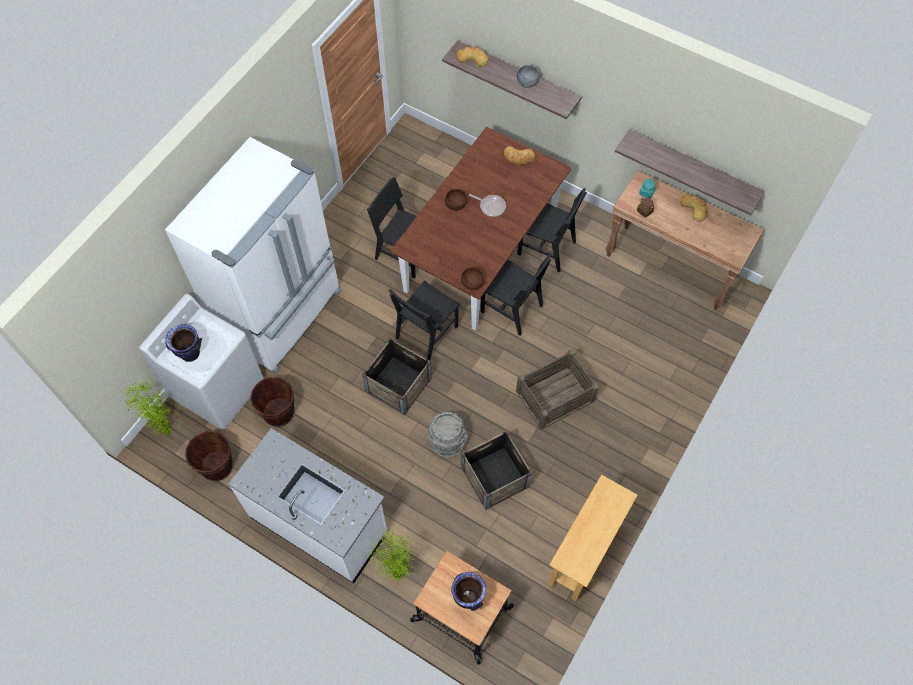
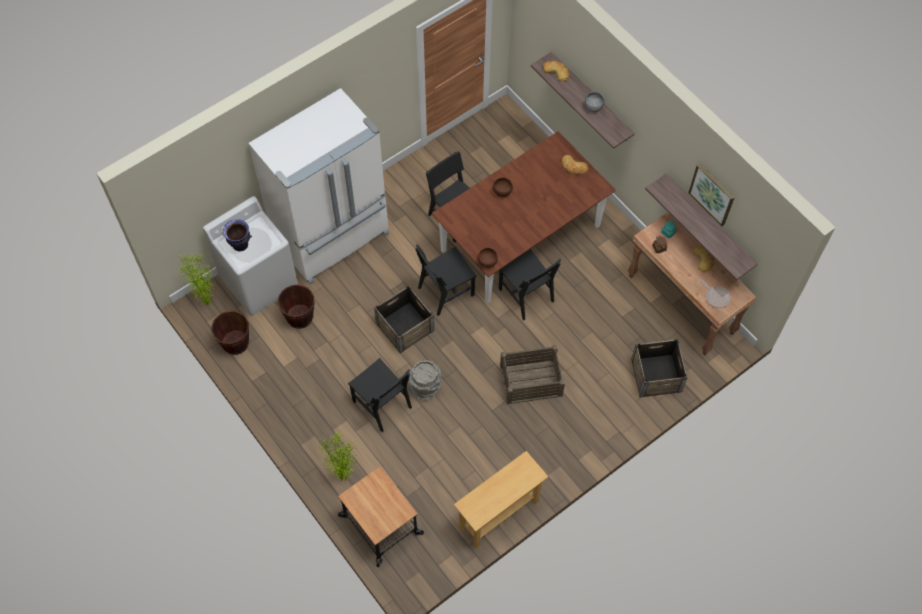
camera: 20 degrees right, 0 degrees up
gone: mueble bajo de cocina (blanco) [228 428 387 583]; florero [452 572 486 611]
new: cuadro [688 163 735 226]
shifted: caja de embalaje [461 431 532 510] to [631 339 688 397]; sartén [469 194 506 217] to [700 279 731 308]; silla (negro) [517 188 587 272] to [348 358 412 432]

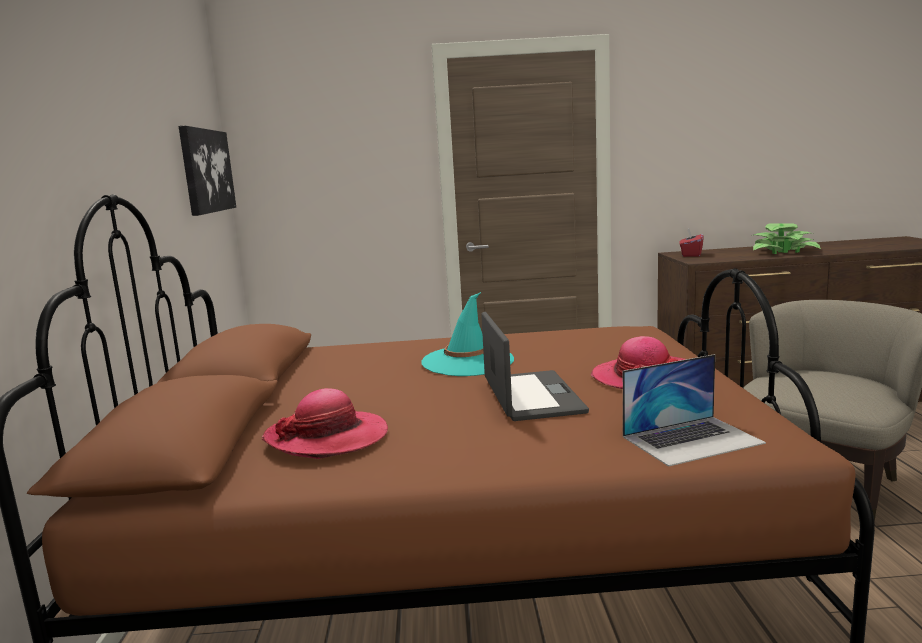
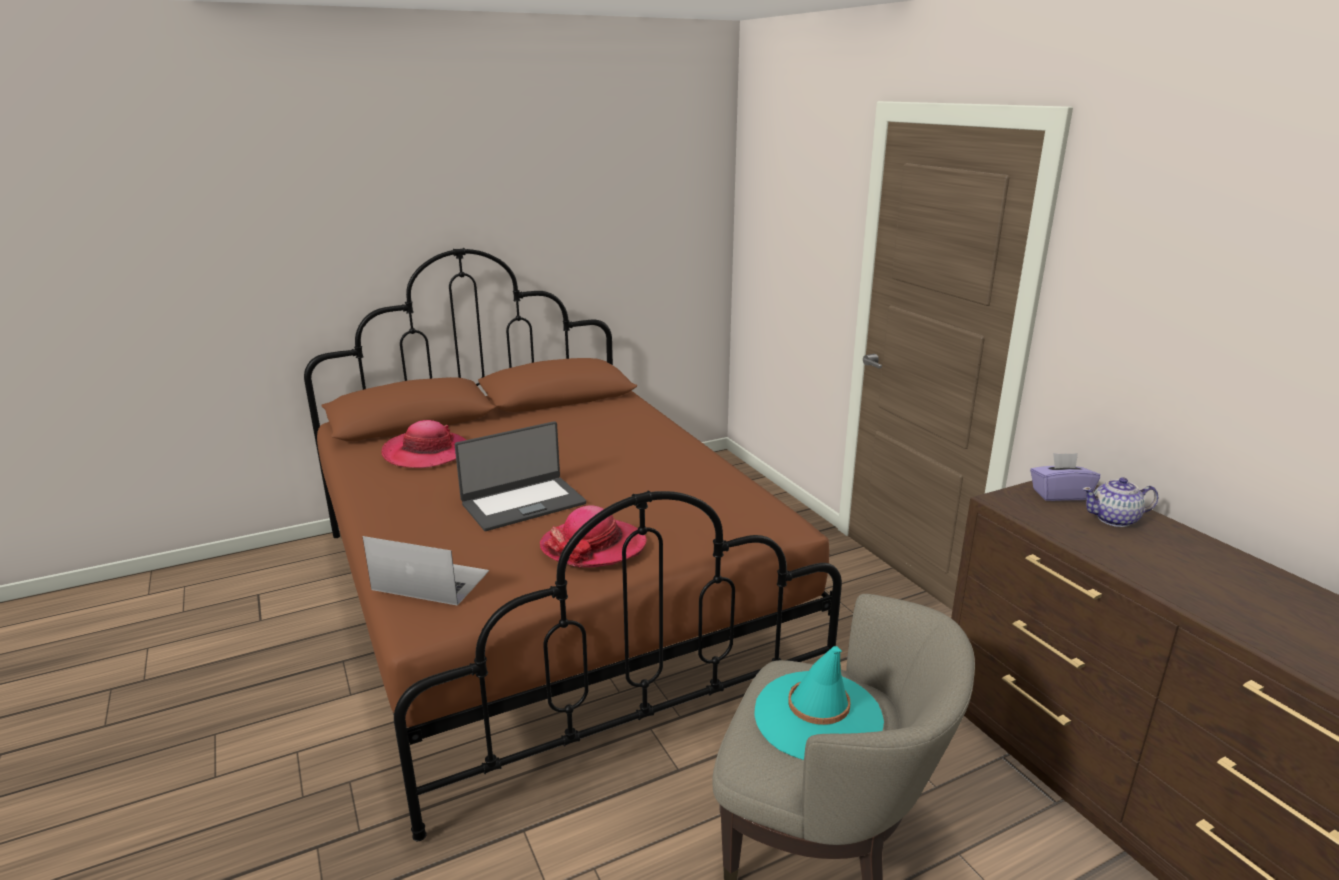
camera: 65 degrees right, 10 degrees up
gone: cuadro [179 126 236 216]; planta en maceta [753 223 821 254]
new: tetera [1082 477 1158 527]
shifted: sombrero (turquesa) [421 292 514 376] to [754 646 884 760]
repainted: caja de pañuelos (rojo) [679 229 704 257] to caja de pañuelos (morado) [1030 453 1100 501]
rotated: portátil [623 354 766 467] = [363 536 489 606] 150 degrees clockwise

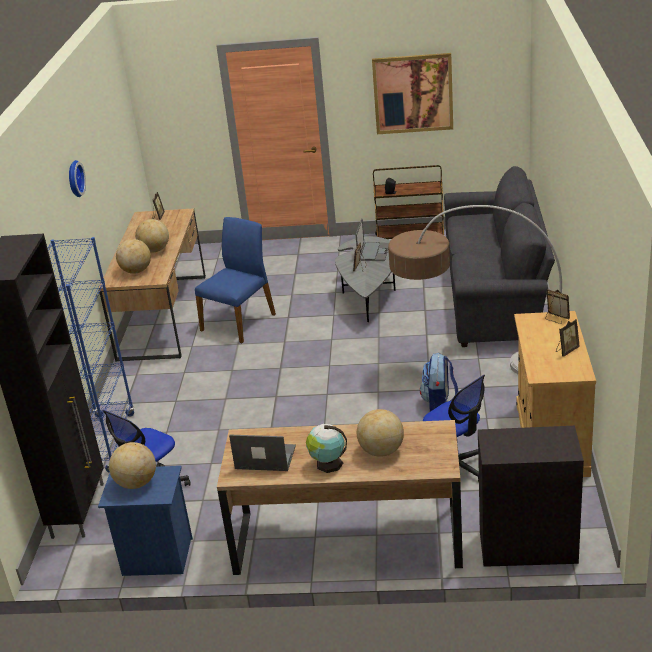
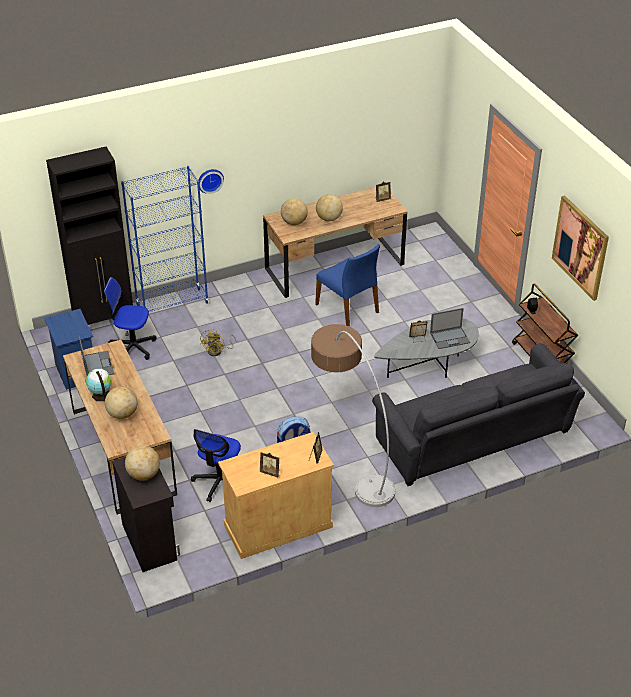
camera: 60 degrees right, 10 degrees up
new: ventilador (amarillo) [200 329 236 356]
shifted: reloj de pared [69 160 86 197] to [198 169 224 194]; globo terráqueo [109 442 156 489] to [125 446 160 480]
rotated: silla (azul) [195 217 276 343] = [315 244 380 327] 45 degrees clockwise

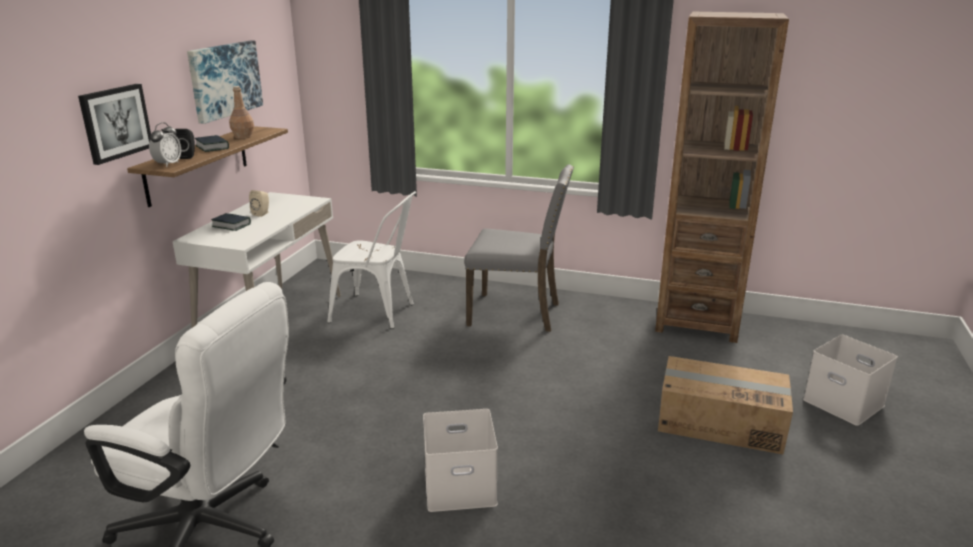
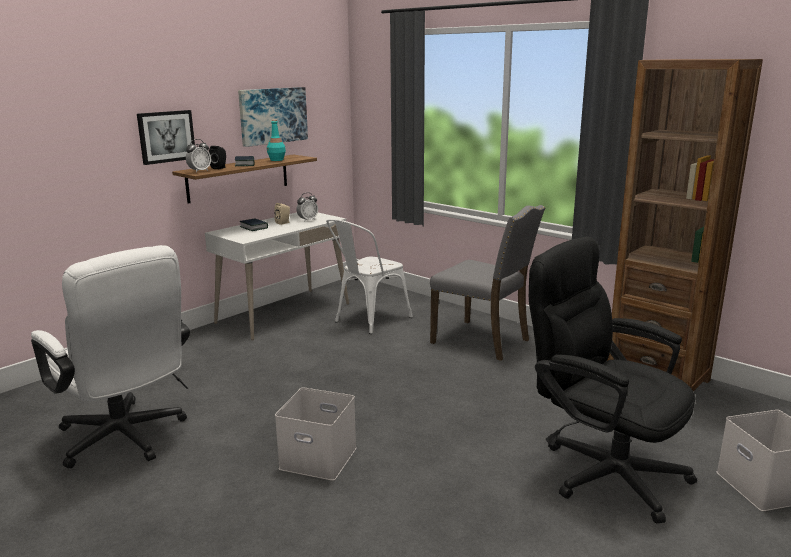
camera: 25 degrees right, 5 degrees down
new: despertador [297 193 318 222]
swapped: caja de cartón [658 356 793 454] to silla de oficina (negro) [529 236 697 523]
repainted: botella (marrón) [229 86 254 139] to botella (turquesa) [267 120 286 161]
rotated: silla (blanco) [327 191 416 329] = [326 219 413 334] 90 degrees clockwise

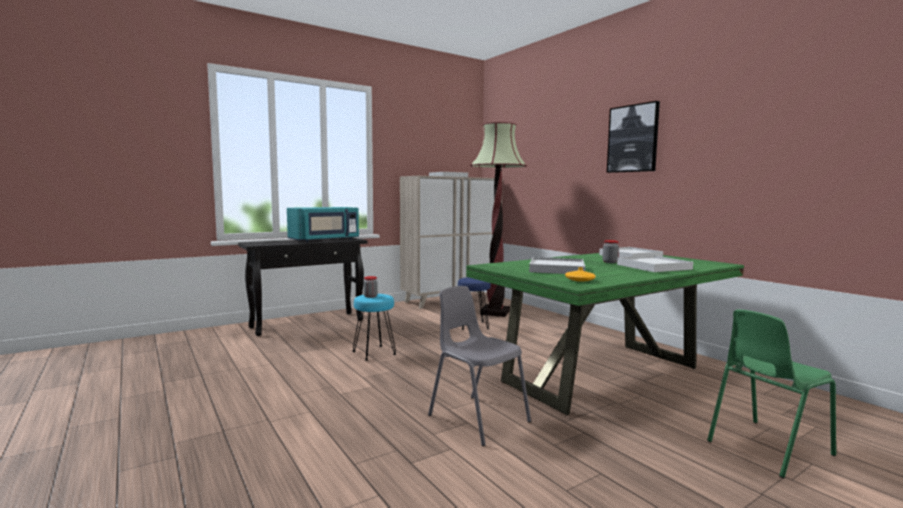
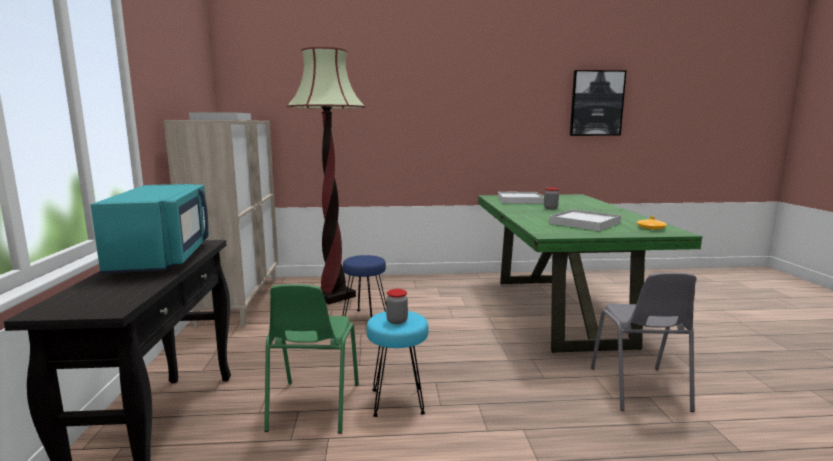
camera: 60 degrees left, 5 degrees up
gone: bandeja (blanco) [617 255 693 272]
shifted: cuadro [607 101 660 173] to [570 70 626 136]; silla (verde) [707 309 836 478] to [264 284 359 433]
rotated: silla (gris) [428 286 531 446] = [591 272 697 412] 75 degrees counterclockwise

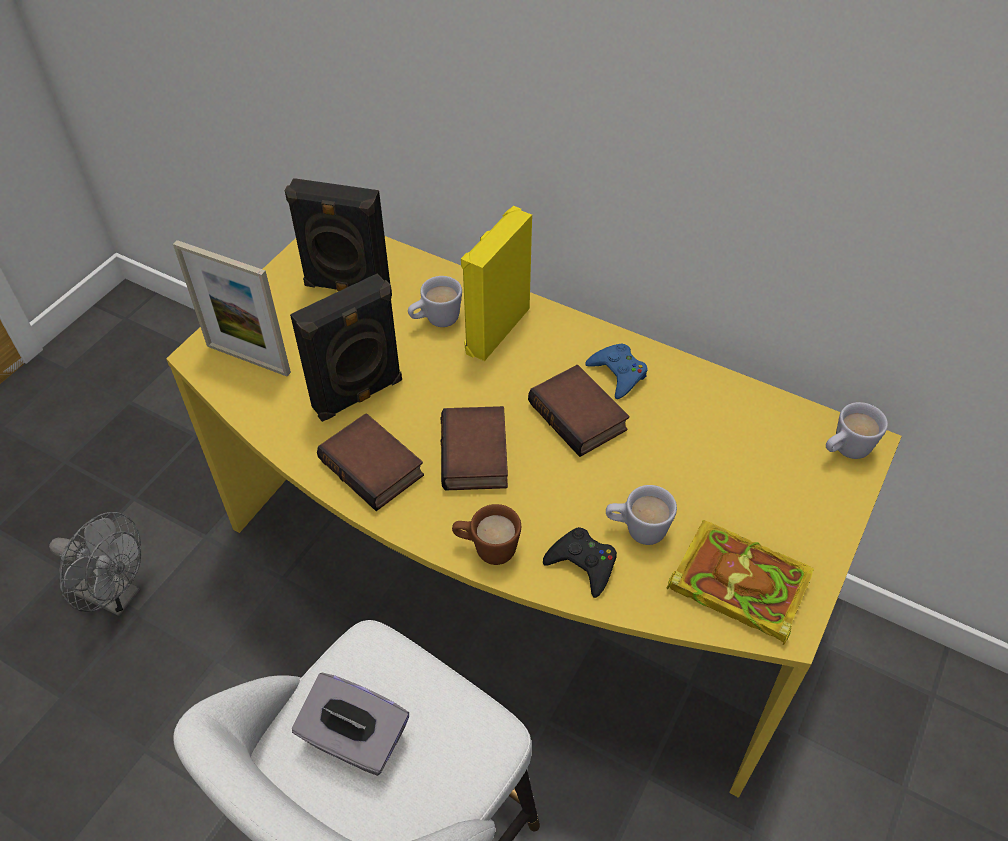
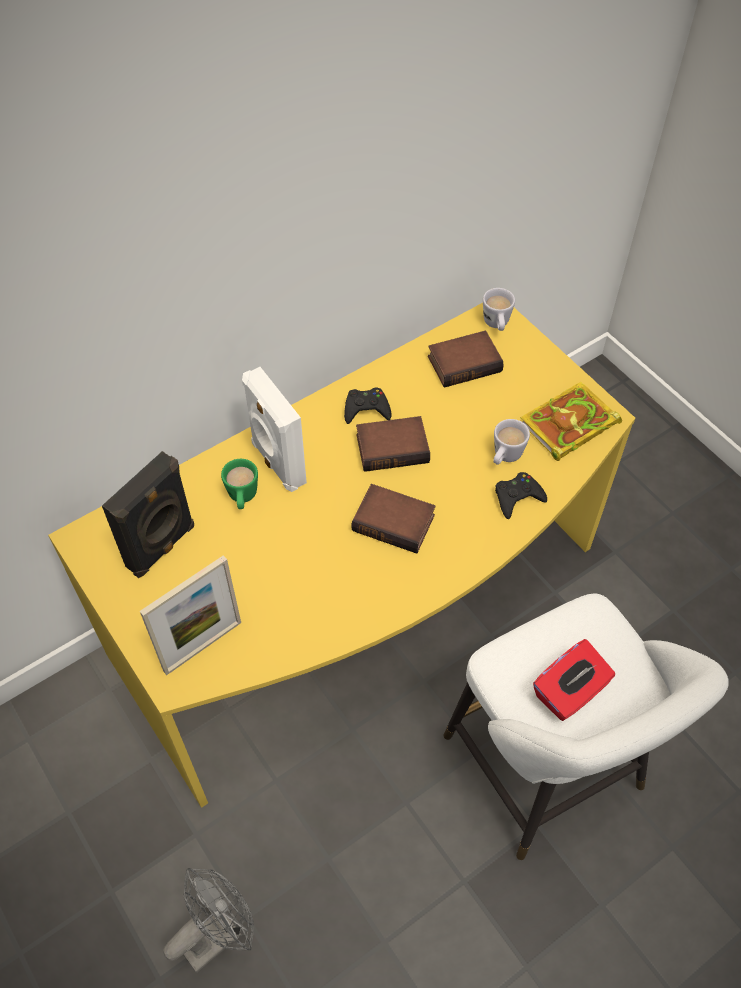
camera: 65 degrees left, 5 degrees up
gone: altavoz (negro) [290 273 402 422]; taza grande (marrón) [452 504 521 565]
shifted: libro [317 413 424 511] to [428 331 503 388]
repainted: caja de pañuelos (gris) [292 673 409 776] to caja de pañuelos (rojo) [533 639 615 721]; taza grande (blanco) [408 276 462 327] to taza grande (verde) [221 459 258 509]; altavoz (amarillo) [461 206 532 361] to altavoz (blanco) [242 367 307 492]; mando de consola (azul) [585 344 648 399] to mando de consola (negro) [344 388 391 424]

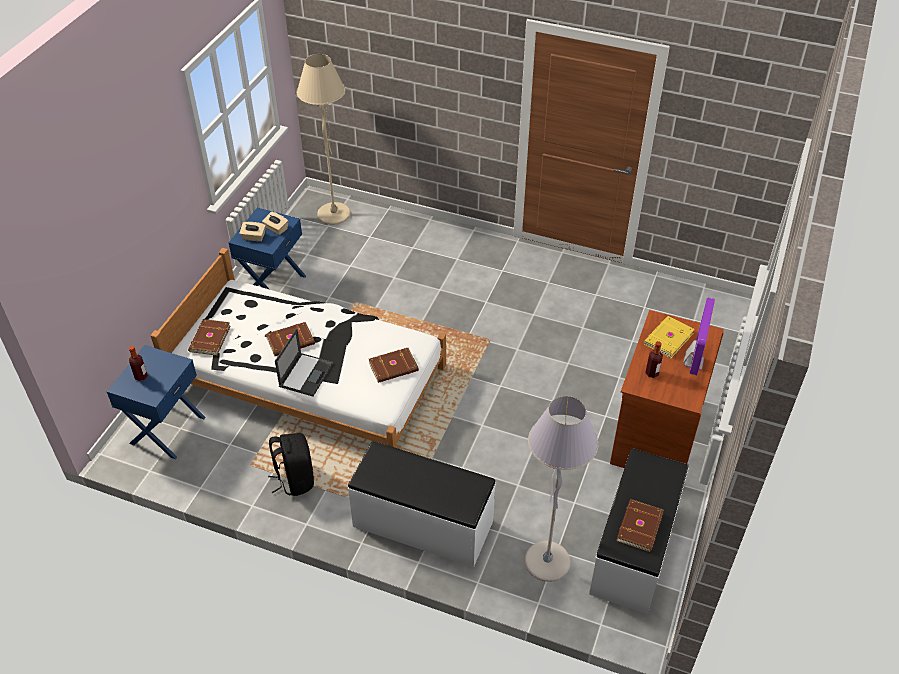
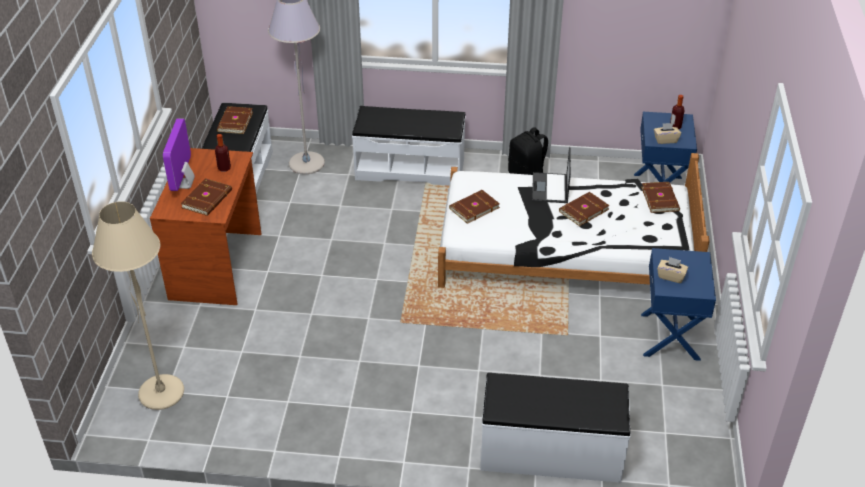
camera: 165 degrees right, 5 degrees down
new: banco (blanco) [481 373 630 483]
shifted: caja de pañuelos (beis) [239 222 266 241] to [654 123 681 144]; lámpara de pie (beis) [297 54 351 225] to [92 201 184 410]
repainted: libro (amarillo) [644 316 695 359] to libro (marrón) [181 178 232 216]

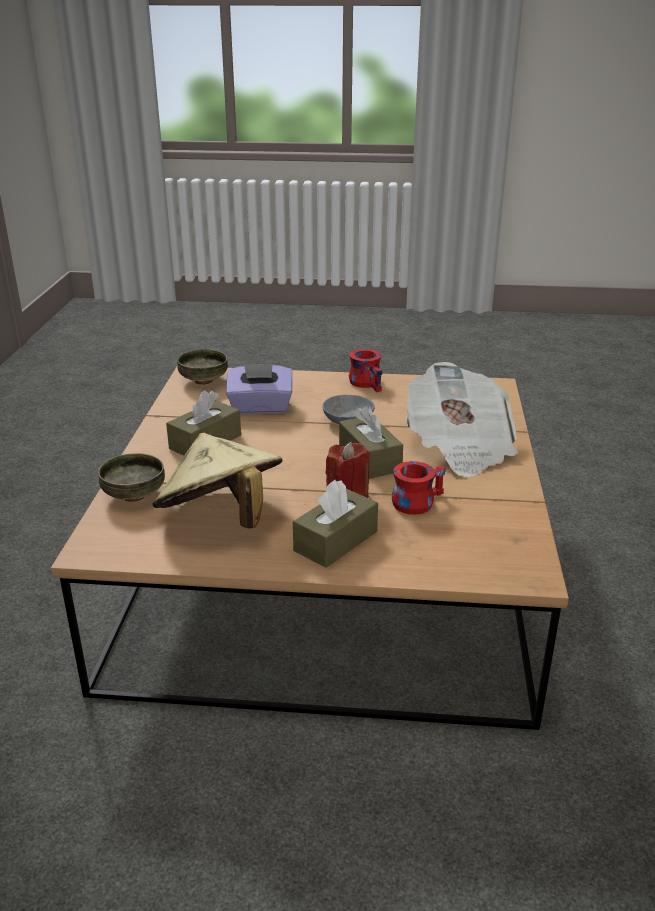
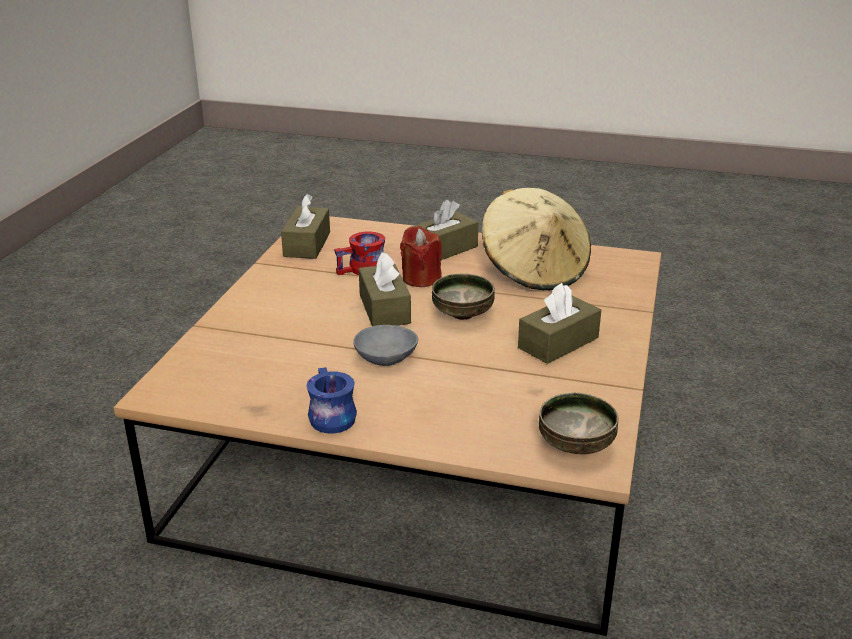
camera: 170 degrees left, 0 degrees up
gone: caja de pañuelos (morado) [226 364 292 414]; periódico [406 362 518 478]
new: caja de pañuelos (marrón) [281 194 330 259]
shifted: cuenco [98 453 165 502] to [432 274 495 320]
repainted: taza grande (rojo) [349 349 383 392] to taza grande (azul) [306 367 357 434]

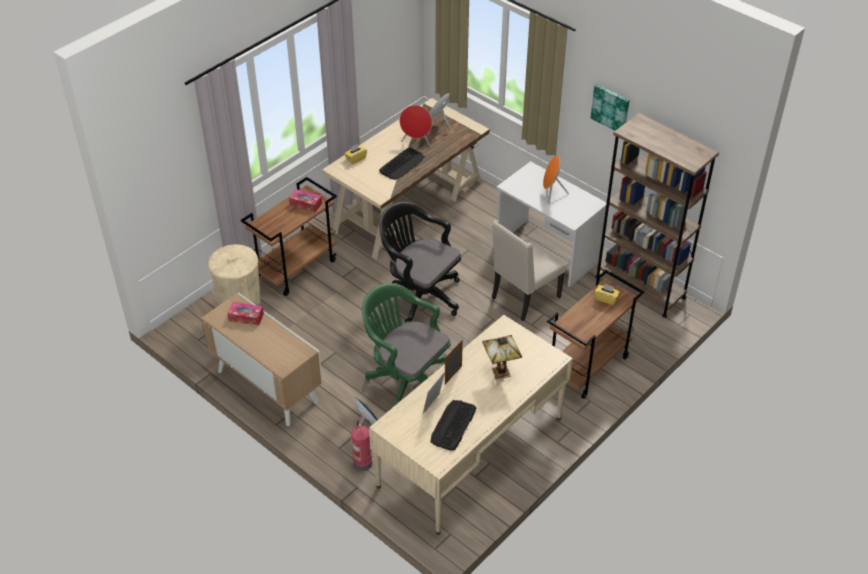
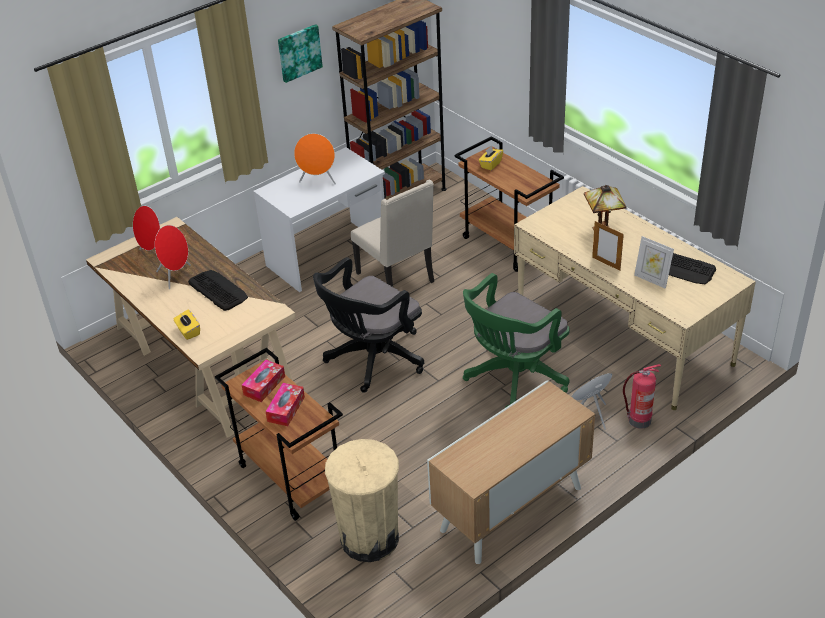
camera: 80 degrees left, 5 degrees down
shifted: caja de pañuelos [227 302 264 325] to [265 383 305 426]

